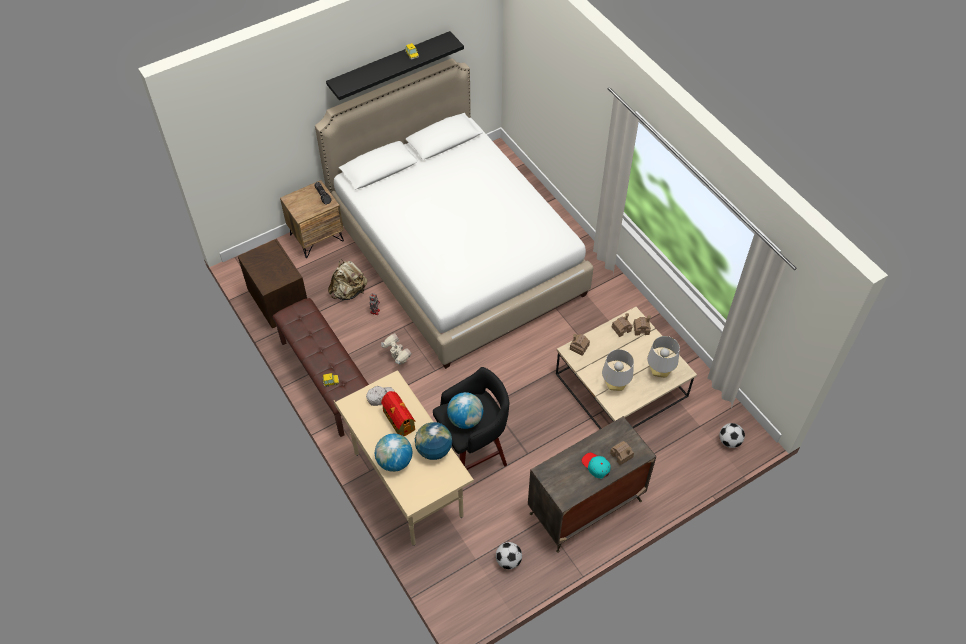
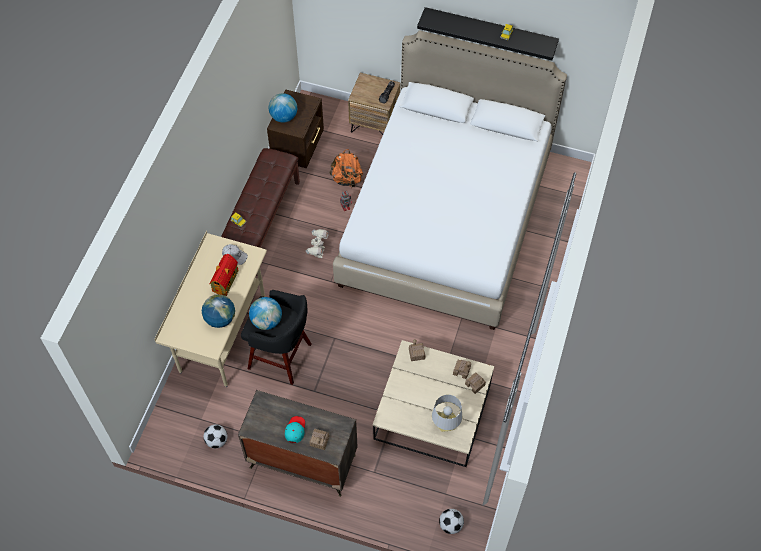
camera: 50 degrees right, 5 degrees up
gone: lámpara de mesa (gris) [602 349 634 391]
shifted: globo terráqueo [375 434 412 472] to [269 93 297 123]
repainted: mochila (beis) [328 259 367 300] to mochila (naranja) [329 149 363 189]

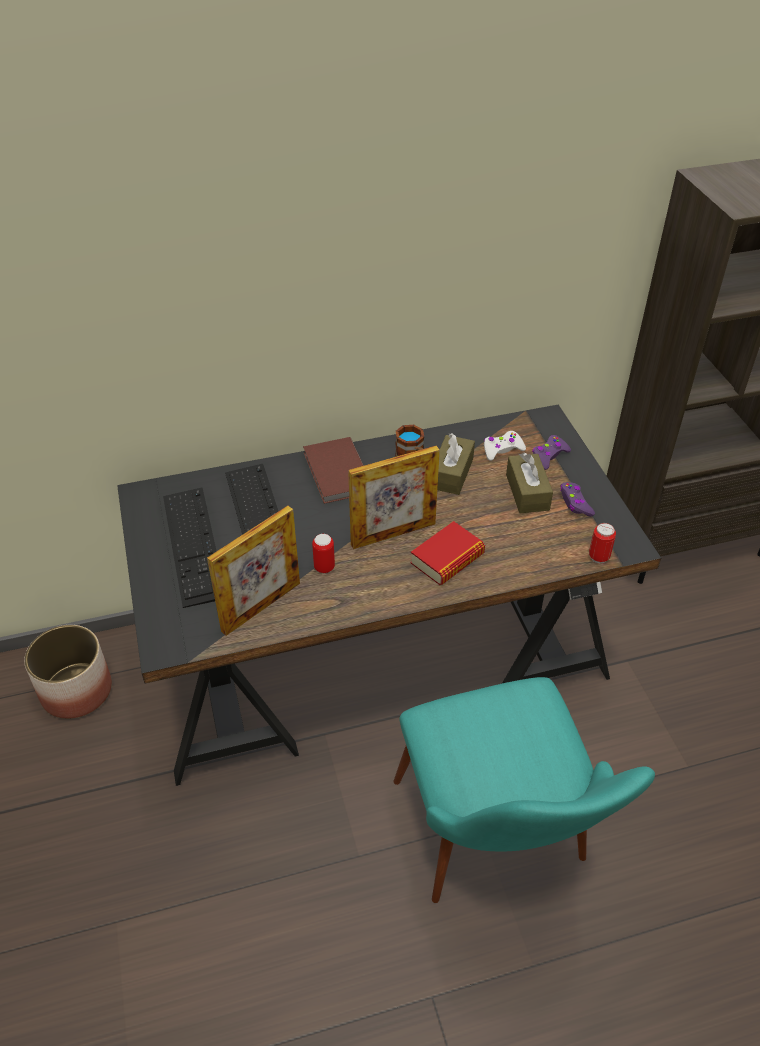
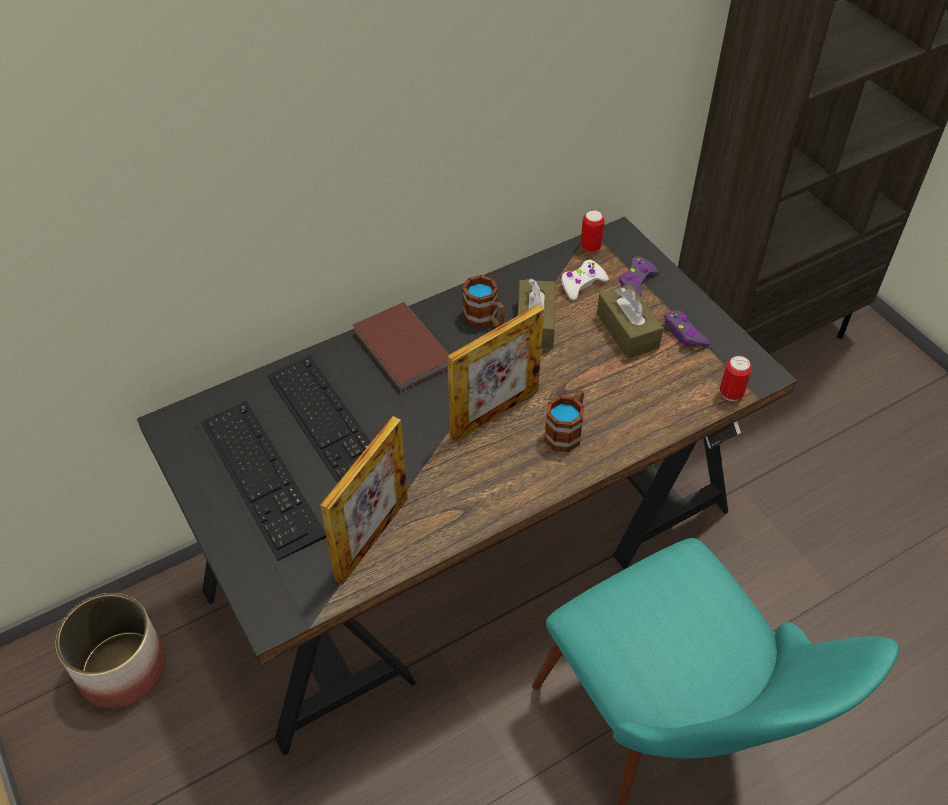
camera: 15 degrees left, 5 degrees up
shifted: lata [312 534 335 573] to [580 210 604 252]
swapped: libro [410 521 485 585] to taza grande [544 390 584 452]

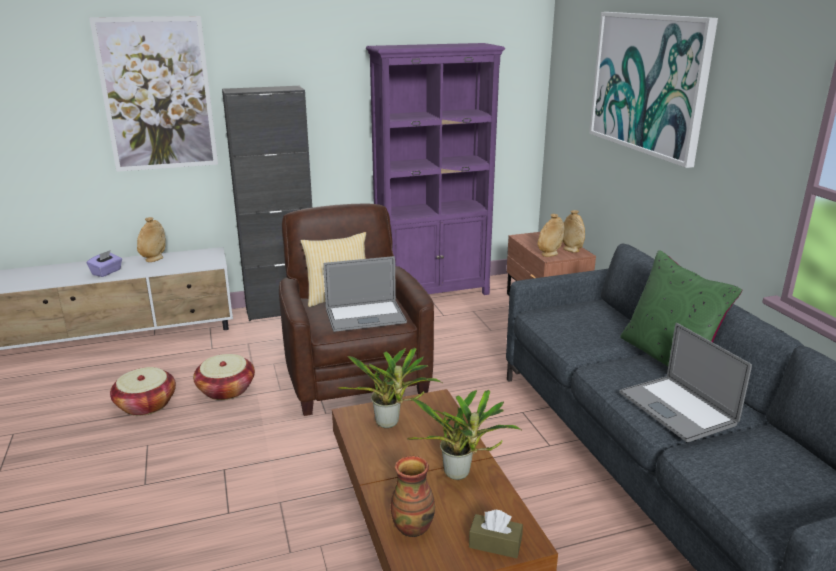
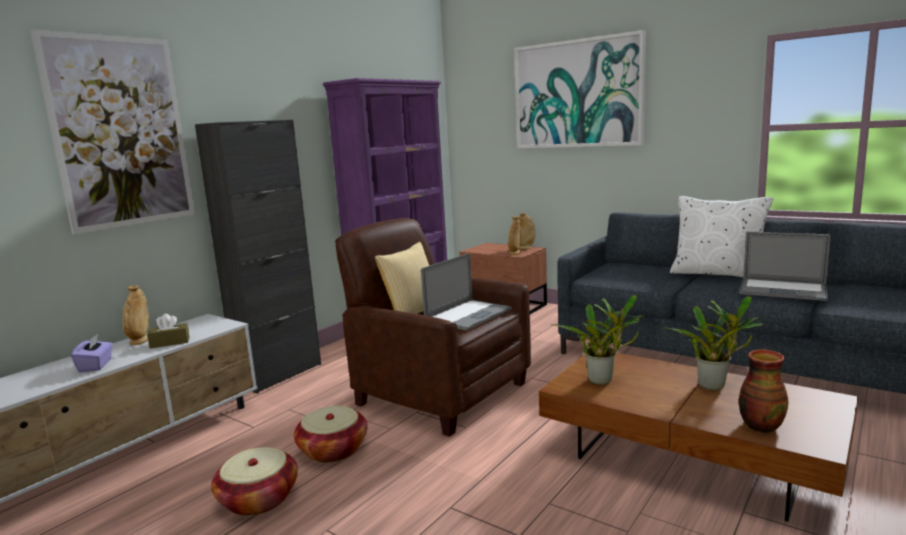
camera: 35 degrees left, 10 degrees down
shifted: caja de pañuelos (marrón) [469 510 523 558] to [147 314 190 349]
repainted: cojín (verde) [620 250 743 367] to cojín (blanco) [670 196 774 277]

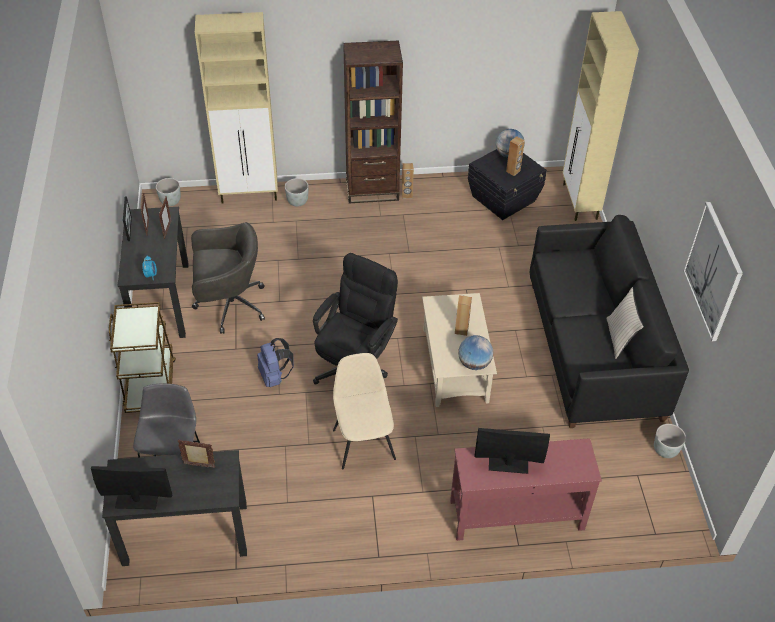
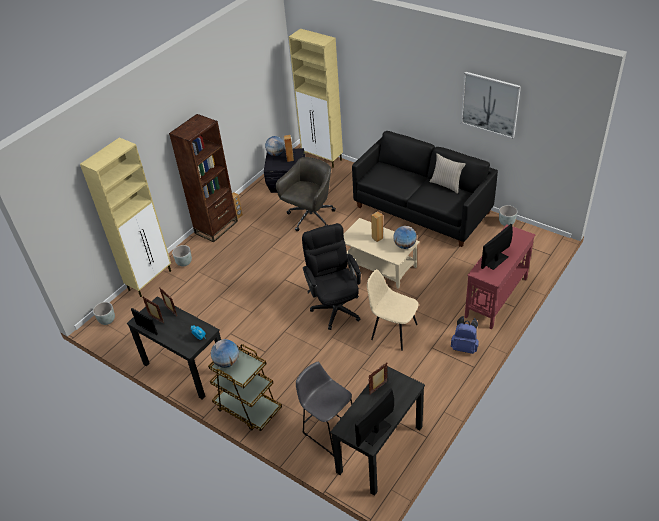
camera: 45 degrees left, 5 degrees down
new: globo terráqueo [211 339 239 368]
shifted: silla de oficina (gris) [191 222 265 334] to [276 157 336 231]; mochila (azul) [257 338 294 387] to [451 316 479 354]

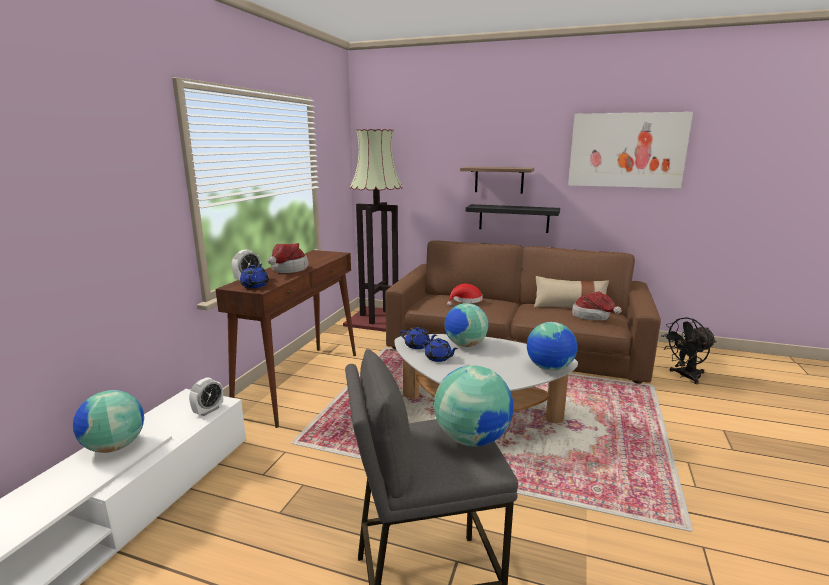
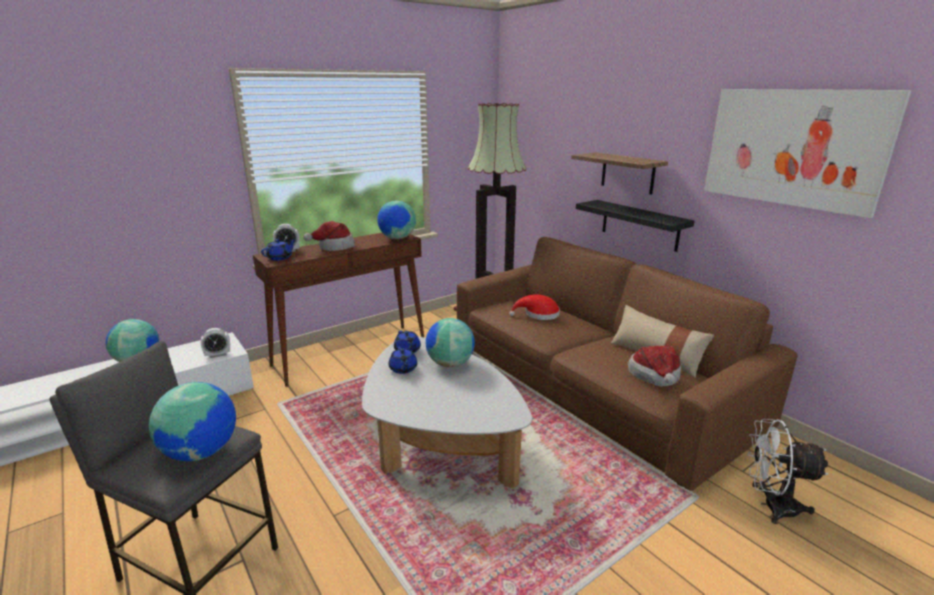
camera: 35 degrees right, 5 degrees up
shifted: globo terráqueo [527 322 577 371] to [377 201 416 239]
repainted: ventilador (negro) [661 317 716 384] to ventilador (blanco) [747 419 828 524]

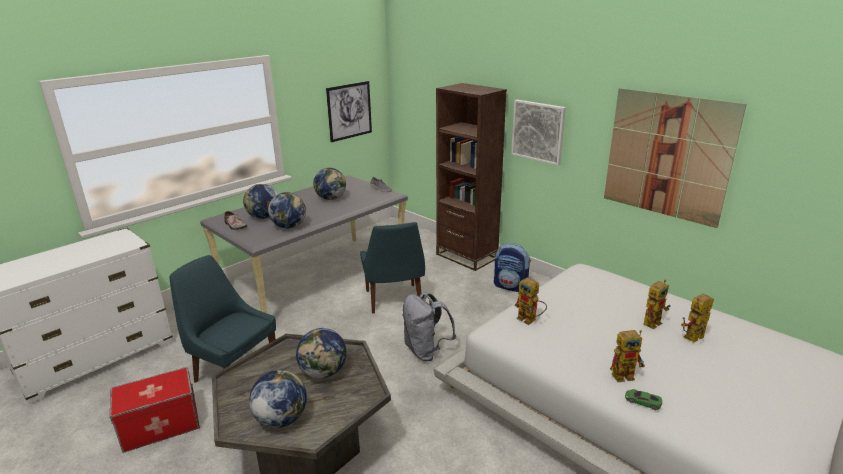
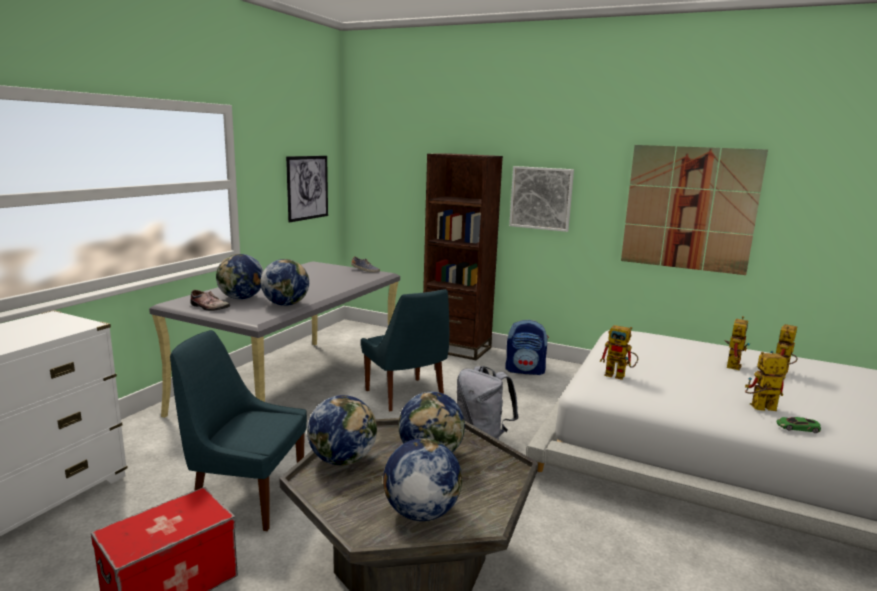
camera: 20 degrees left, 10 degrees down
shifted: globo terráqueo [313 168 346 200] to [307 395 377 466]
rotated: robot de juguete [610 330 645 382] = [745 352 788 411] 150 degrees counterclockwise

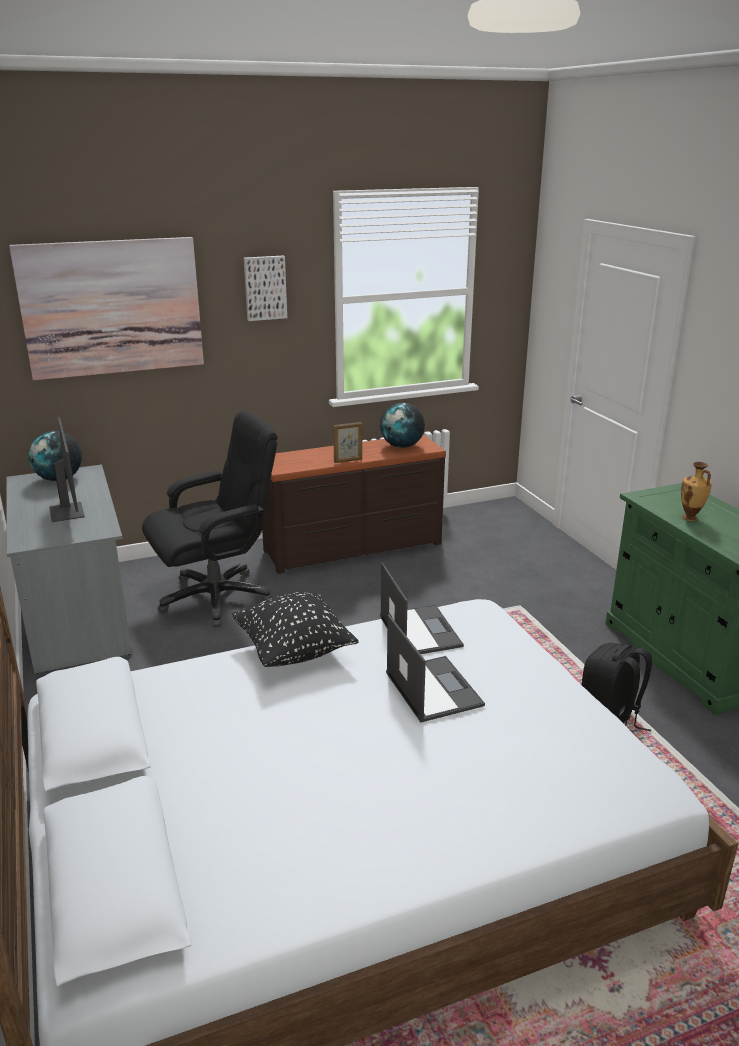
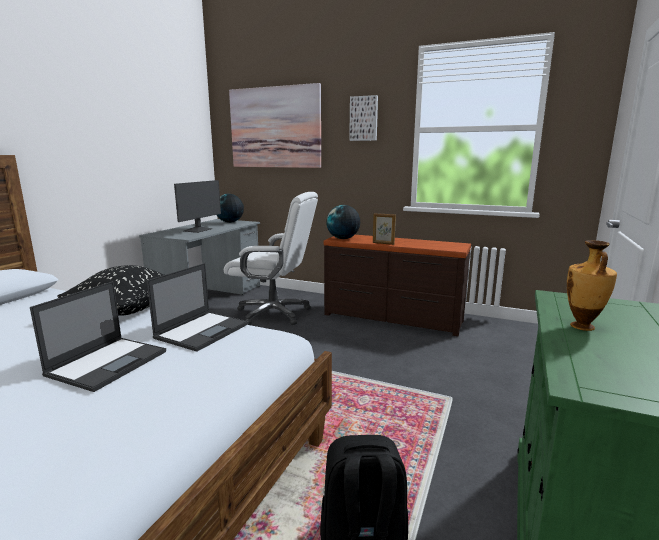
camera: 45 degrees right, 10 degrees down
shifted: globo terráqueo [380 403 425 448] to [326 205 360 239]
repainted: silla de oficina (negro) [142 411 277 627] to silla de oficina (blanco) [224 192 318 325]

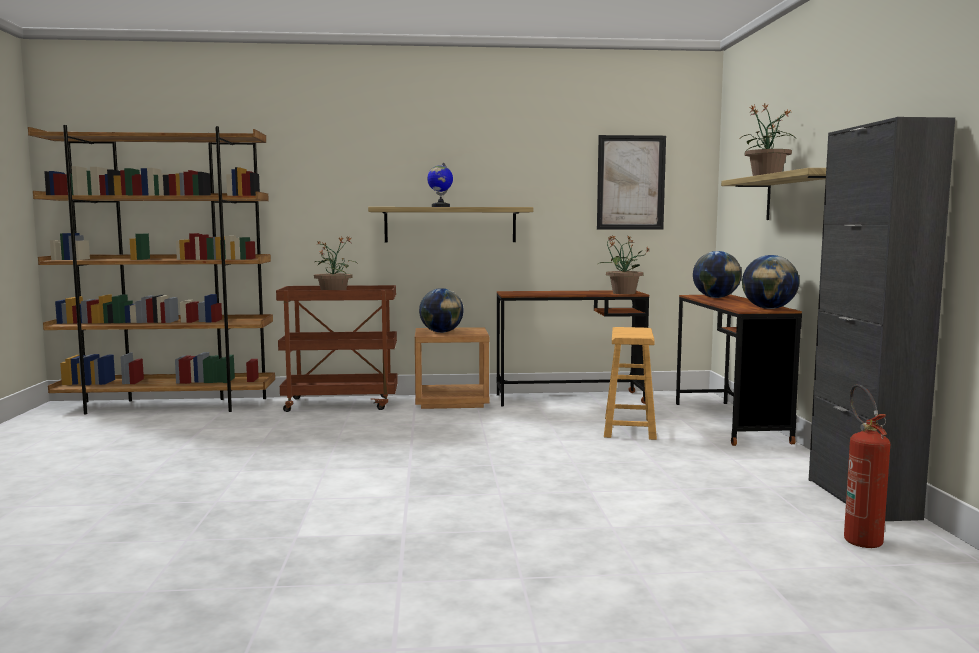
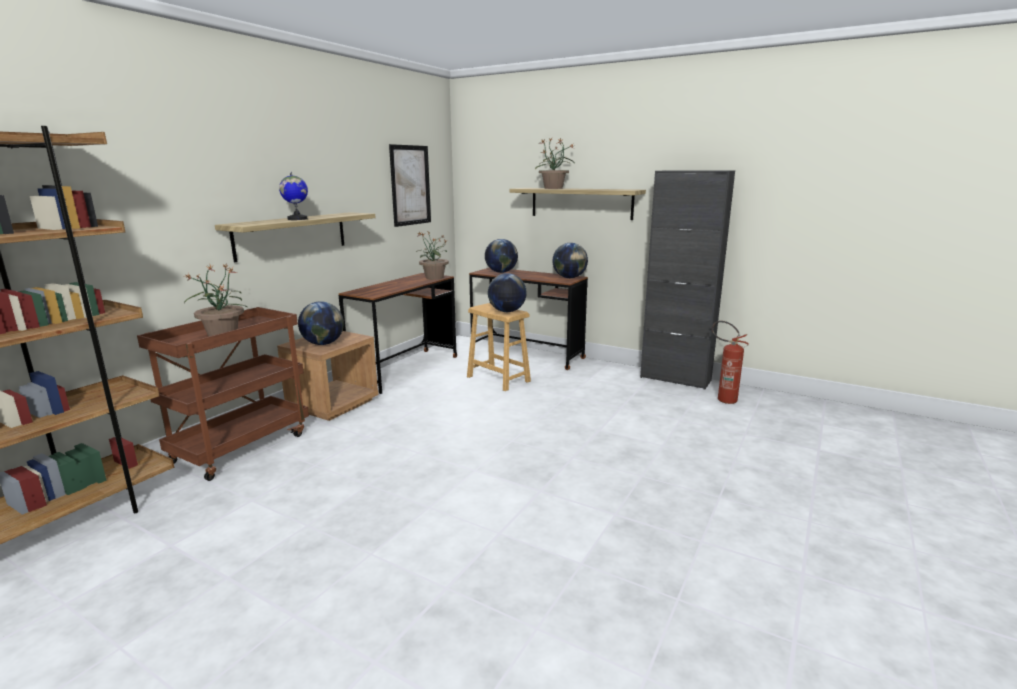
camera: 55 degrees left, 10 degrees up
new: globo terráqueo [488 273 527 312]

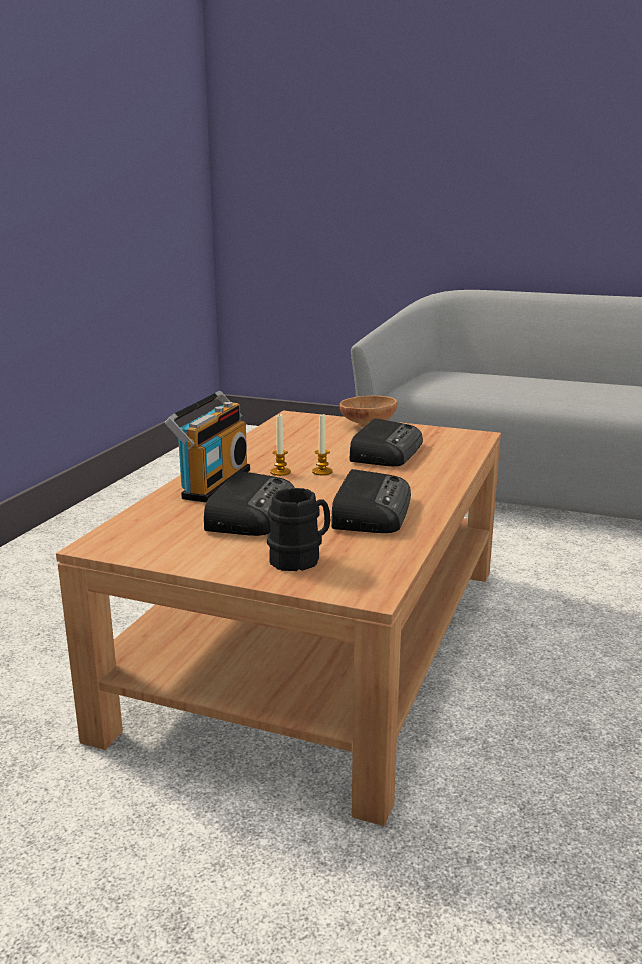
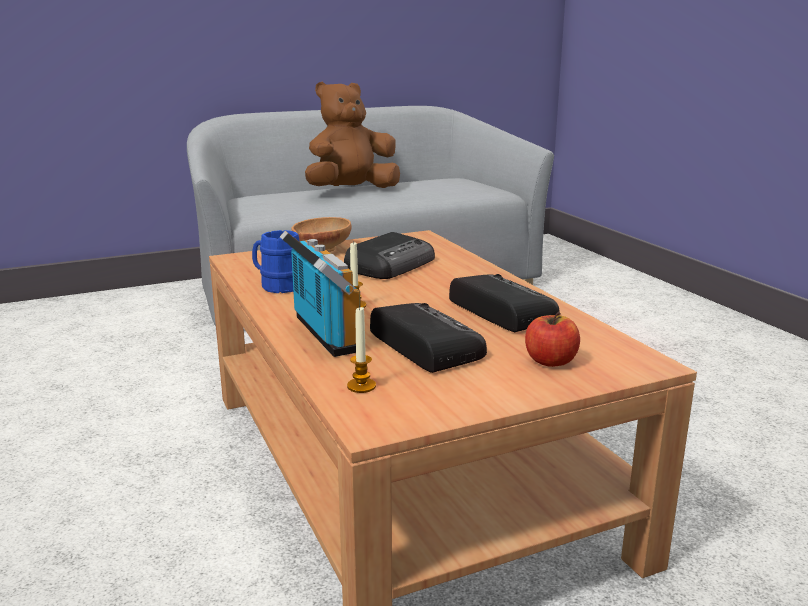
camera: 45 degrees left, 0 degrees up
new: taza grande (azul) [252 230 300 293]; peluche (marrón) [305 82 400 188]
shifted: vela [312 414 333 475] to [347 306 376 393]
swapped: taza grande (negro) [267 488 330 571] to manzana [525 312 580 367]
rotated: radio [350 418 423 466] = [344 232 435 279] 60 degrees clockwise

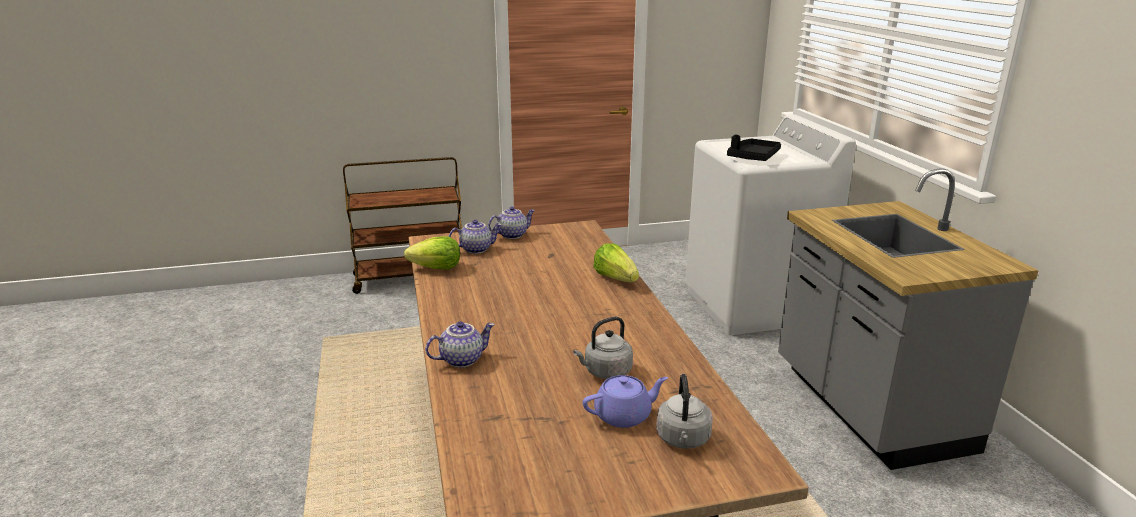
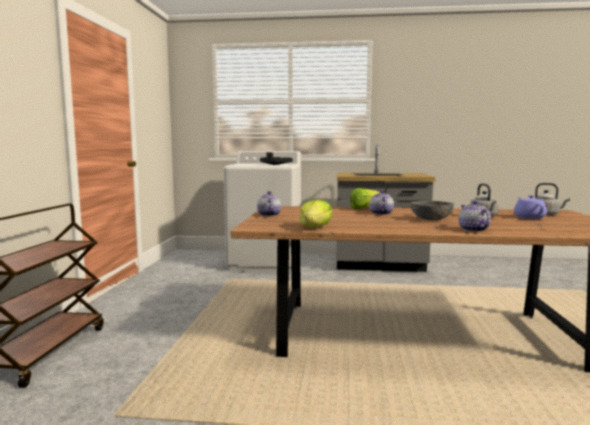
camera: 70 degrees left, 15 degrees down
new: cuenco (gris) [411 201 454 221]
shifted: tetera [449 220 501 254] to [369 190 394 215]

